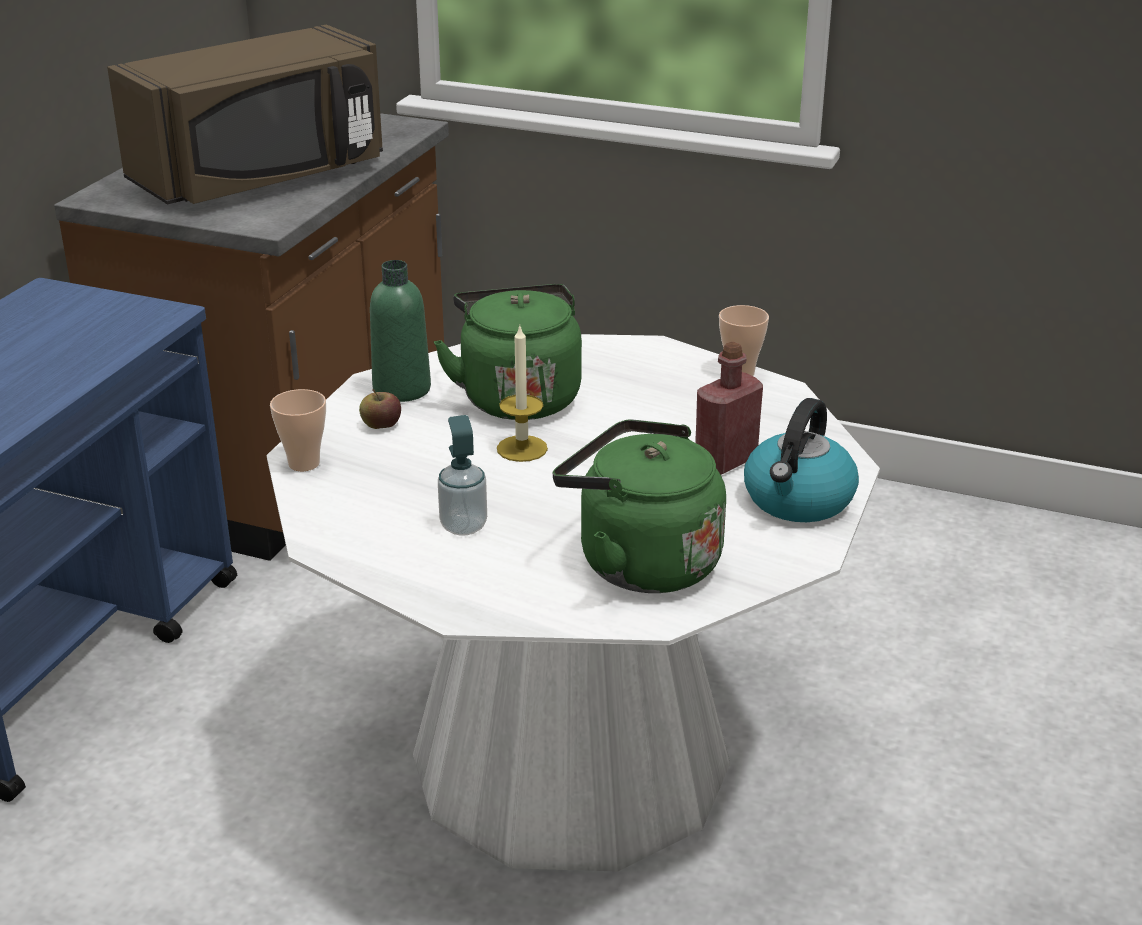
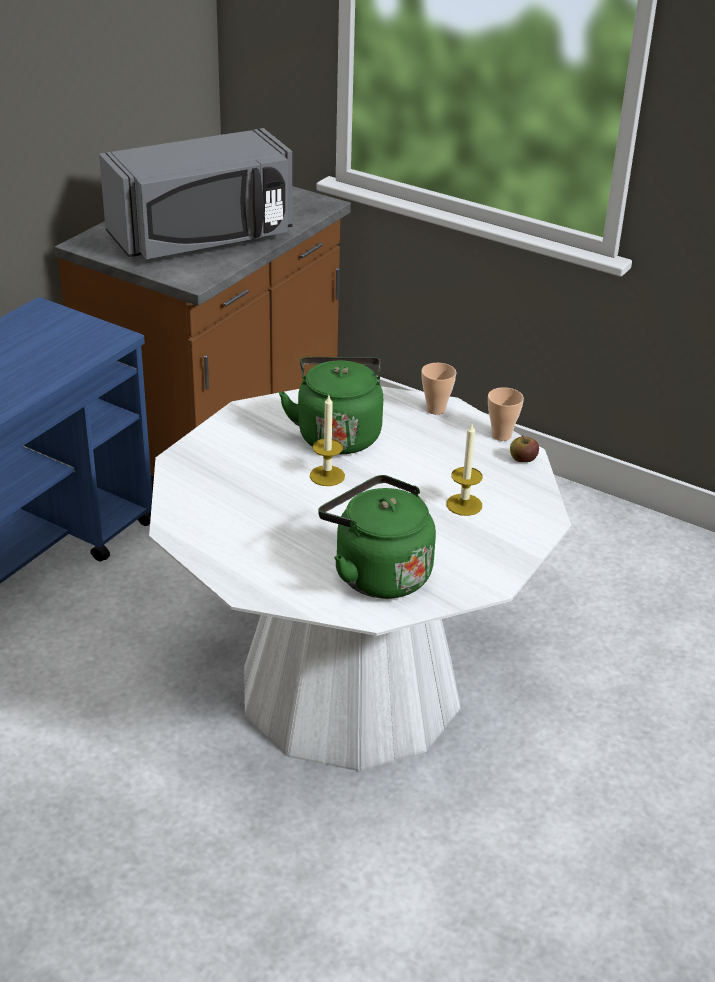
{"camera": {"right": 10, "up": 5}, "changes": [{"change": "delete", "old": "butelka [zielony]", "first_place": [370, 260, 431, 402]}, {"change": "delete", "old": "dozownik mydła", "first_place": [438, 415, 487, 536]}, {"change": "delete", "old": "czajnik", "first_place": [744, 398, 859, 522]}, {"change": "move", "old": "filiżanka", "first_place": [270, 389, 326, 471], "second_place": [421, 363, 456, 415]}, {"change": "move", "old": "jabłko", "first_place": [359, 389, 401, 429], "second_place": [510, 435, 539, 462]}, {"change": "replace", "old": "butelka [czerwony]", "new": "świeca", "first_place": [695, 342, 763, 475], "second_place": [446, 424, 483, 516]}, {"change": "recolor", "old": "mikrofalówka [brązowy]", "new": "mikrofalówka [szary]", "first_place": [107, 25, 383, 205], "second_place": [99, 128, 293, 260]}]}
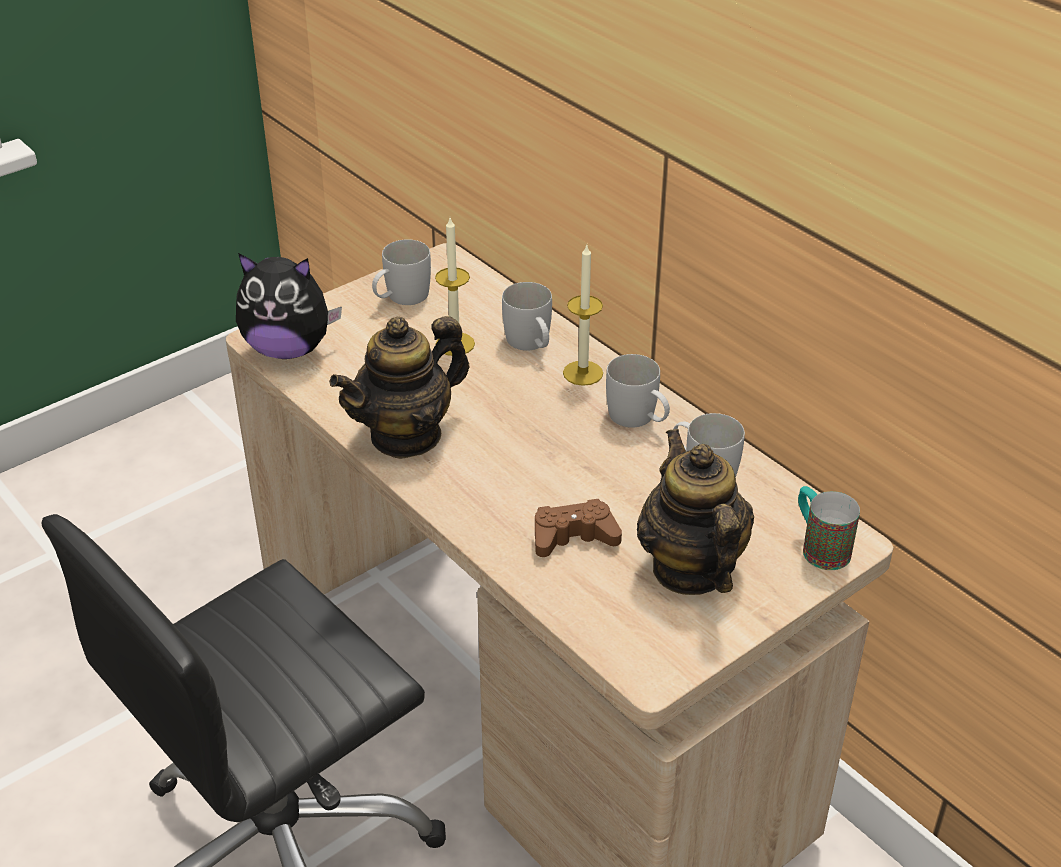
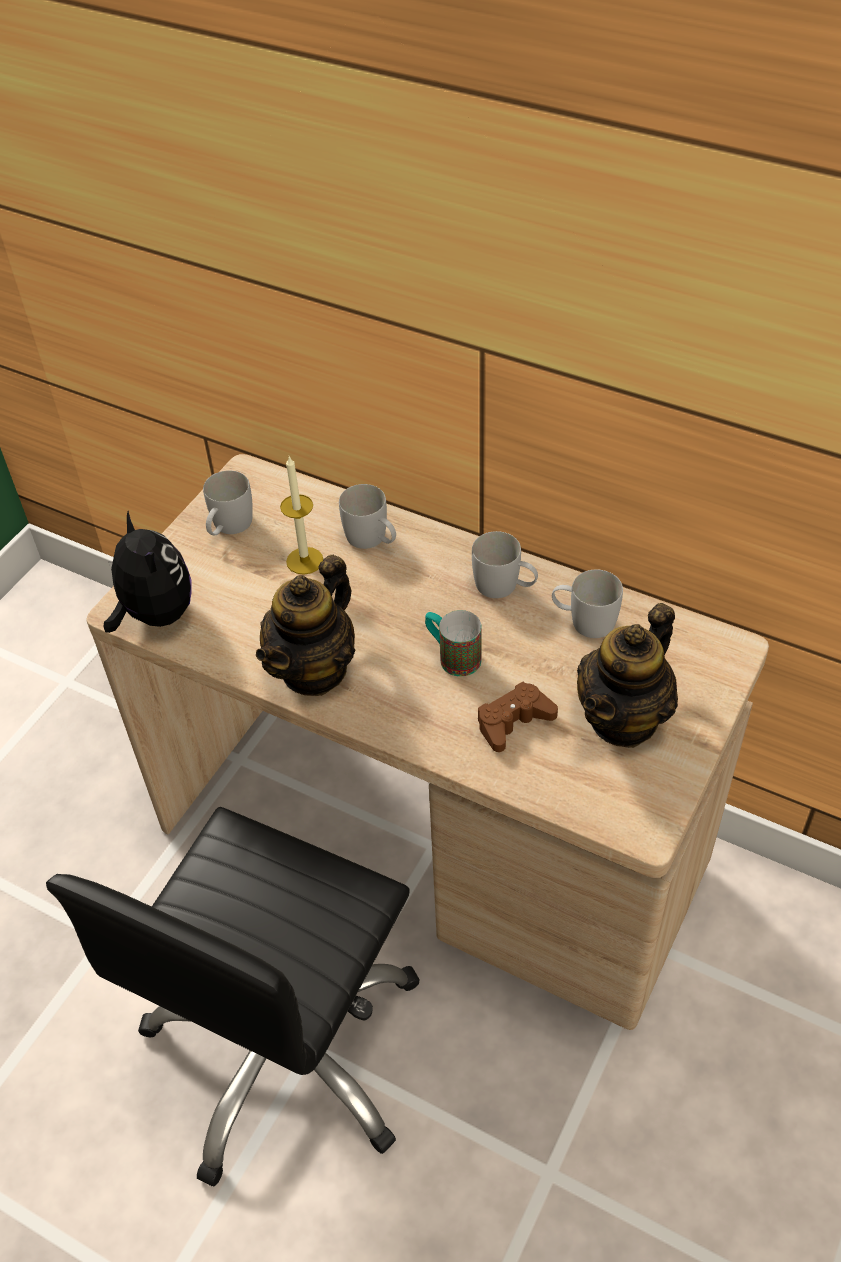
{"camera": {"right": -20, "up": 10}, "changes": [{"change": "delete", "old": "świeca", "first_place": [563, 245, 603, 386]}, {"change": "move", "old": "kubek", "first_place": [798, 486, 860, 570], "second_place": [425, 610, 482, 677]}, {"change": "rotate", "old": "pluszak", "first_place": [236, 253, 342, 359], "second_place": [104, 511, 192, 633], "degrees": -105}, {"change": "rotate", "old": "imbryk", "first_place": [637, 429, 754, 595], "second_place": [577, 603, 678, 748], "degrees": -105}]}
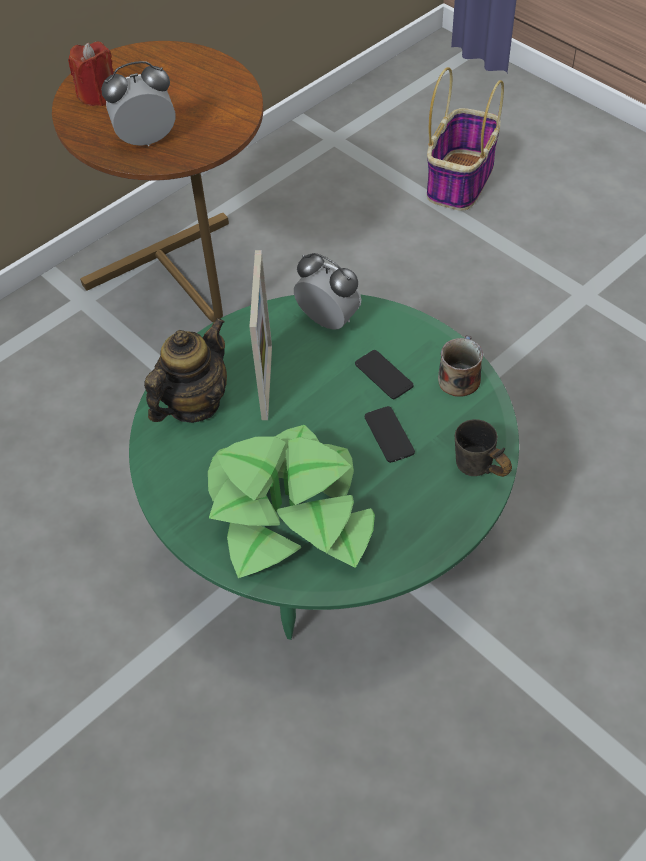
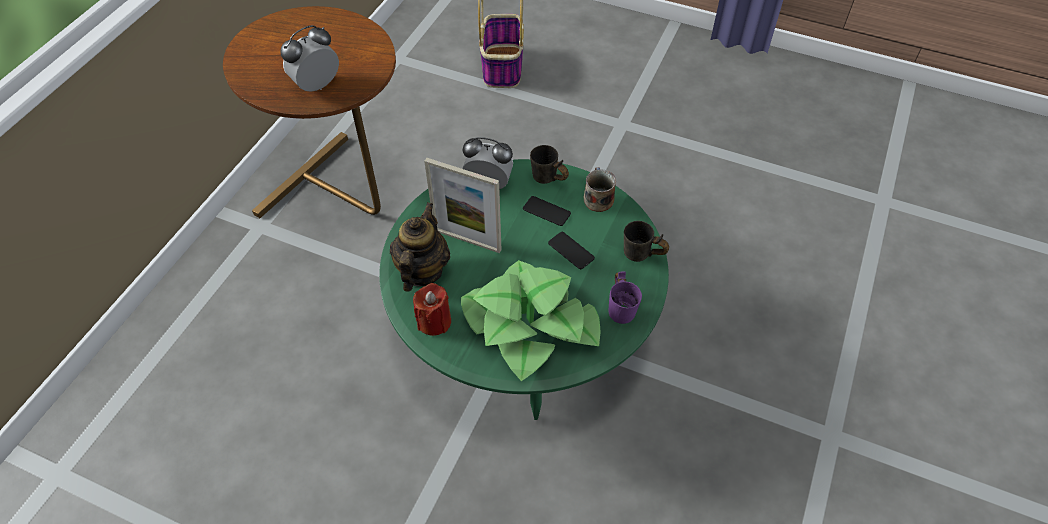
{"camera": {"right": -25, "up": 0}, "changes": [{"change": "insert", "new": "kubek [szary]", "second_place": [530, 145, 569, 184]}, {"change": "insert", "new": "kubek [fioletowy]", "second_place": [609, 272, 642, 324]}, {"change": "move", "old": "świeca [czerwony]", "first_place": [68, 41, 114, 106], "second_place": [413, 283, 451, 336]}, {"change": "rotate", "old": "ramka na zdjęcie", "first_place": [249, 250, 272, 420], "second_place": [424, 158, 502, 253], "degrees": 135}]}
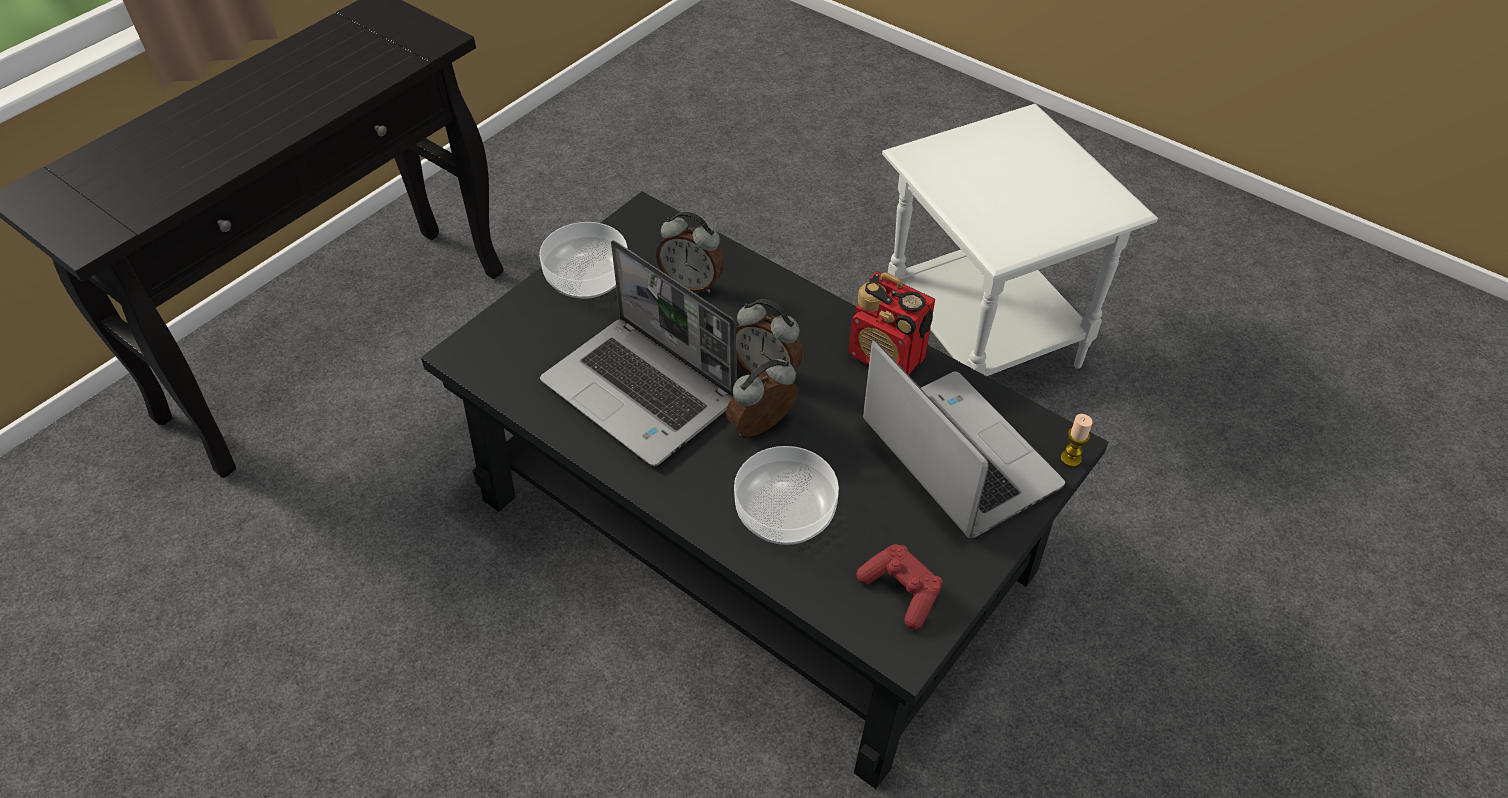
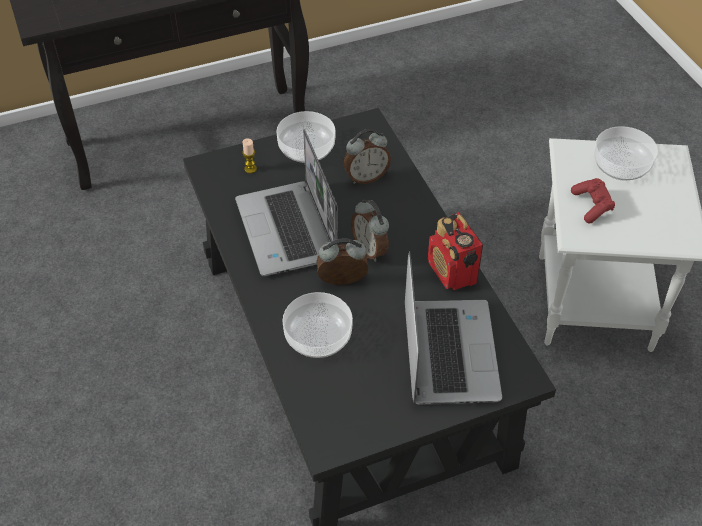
{"camera": {"right": 30, "up": 0}, "changes": [{"change": "insert", "new": "miska", "second_place": [594, 126, 658, 181]}, {"change": "move", "old": "pad do gier [czerwony]", "first_place": [856, 544, 943, 630], "second_place": [571, 178, 615, 223]}, {"change": "move", "old": "świeca", "first_place": [1061, 414, 1093, 467], "second_place": [242, 138, 257, 173]}, {"change": "rotate", "old": "budzik", "first_place": [656, 212, 724, 293], "second_place": [344, 129, 391, 184], "degrees": -75}]}
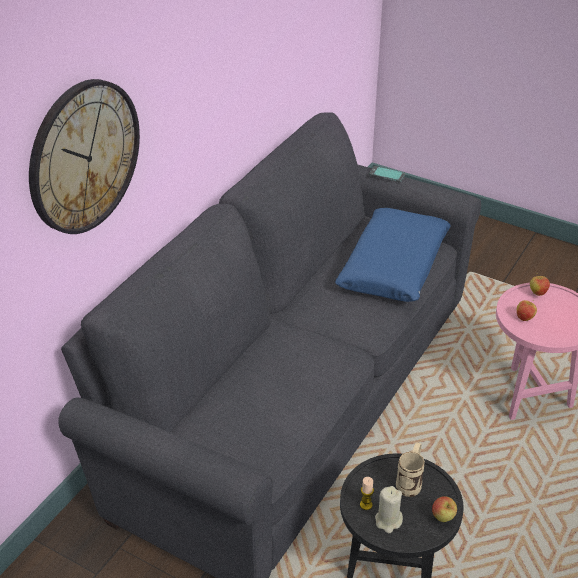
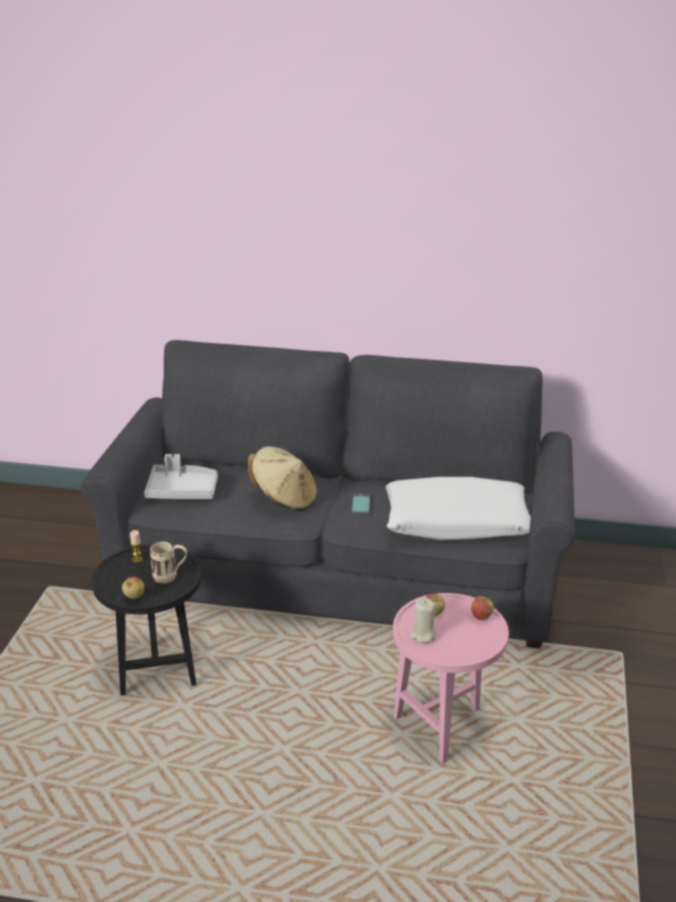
{"camera": {"right": 70, "up": -10}, "changes": [{"change": "delete", "old": "zegar ścienny", "first_place": [29, 79, 140, 234]}, {"change": "insert", "new": "taca [szary]", "second_place": [144, 454, 218, 499]}, {"change": "insert", "new": "kapelusz [beżowy]", "second_place": [248, 446, 317, 511]}, {"change": "move", "old": "telefon", "first_place": [369, 166, 405, 183], "second_place": [351, 494, 370, 516]}, {"change": "move", "old": "świeca [beżowy]", "first_place": [375, 486, 403, 533], "second_place": [410, 597, 437, 643]}, {"change": "recolor", "old": "poduszka [niebieski]", "new": "poduszka [biały]", "first_place": [335, 208, 451, 302], "second_place": [386, 477, 531, 540]}]}
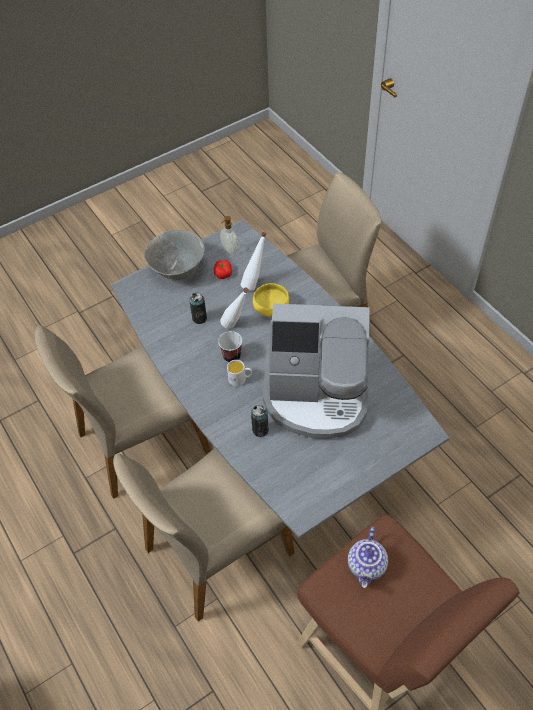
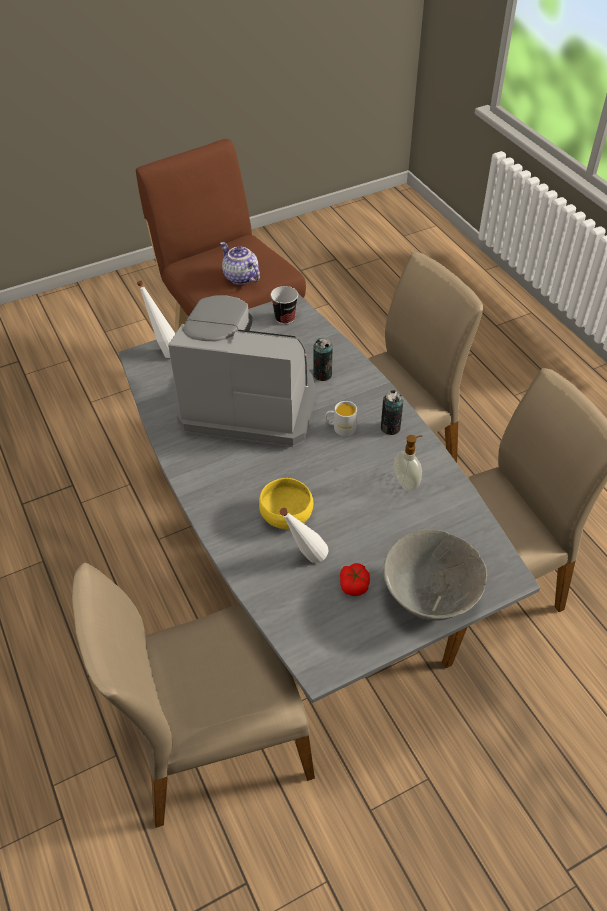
{"camera": {"right": -175, "up": -5}, "changes": [{"change": "move", "old": "puszka", "first_place": [189, 293, 207, 324], "second_place": [381, 390, 403, 435]}, {"change": "move", "old": "filiżanka", "first_place": [218, 331, 242, 363], "second_place": [271, 286, 298, 325]}, {"change": "move", "old": "dozownik mydła", "first_place": [220, 216, 239, 254], "second_place": [393, 435, 422, 491]}, {"change": "move", "old": "butelka [biały]", "first_place": [220, 288, 249, 329], "second_place": [137, 280, 175, 358]}, {"change": "rotate", "old": "imbryk", "first_place": [348, 527, 388, 588], "second_place": [220, 242, 260, 285], "degrees": -60}]}
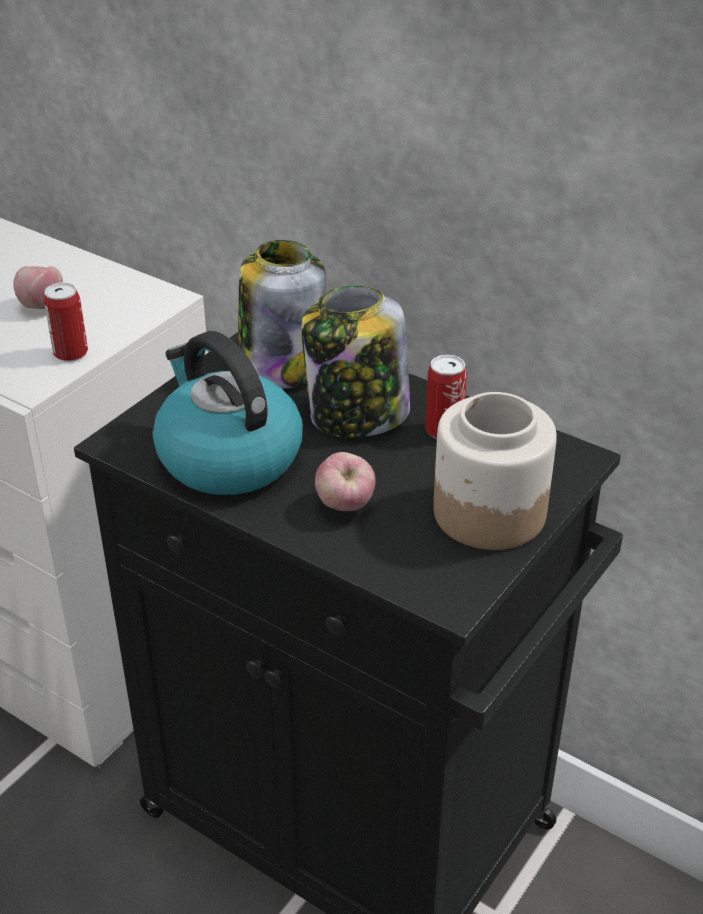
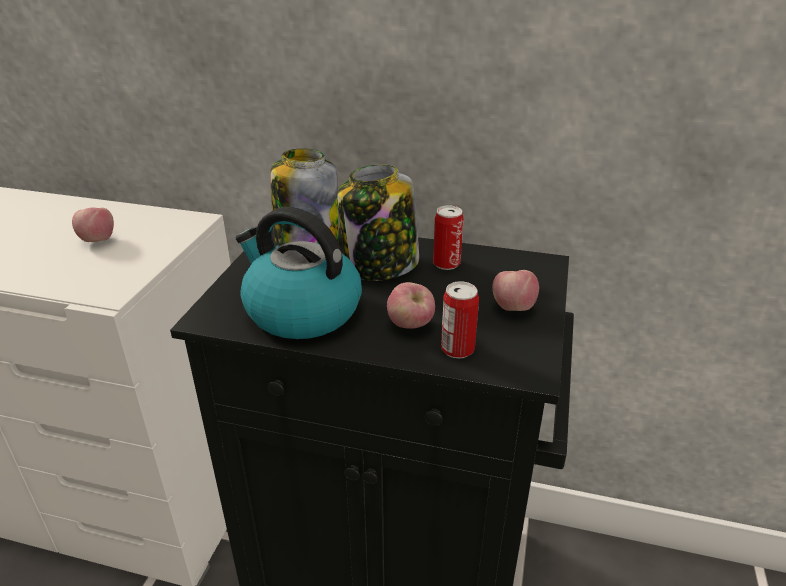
{"camera": {"right": -20, "up": -5}, "changes": [{"change": "move", "old": "puszka", "first_place": [44, 282, 88, 362], "second_place": [441, 281, 479, 358]}, {"change": "replace", "old": "słoik", "new": "jabłko", "first_place": [433, 392, 557, 550], "second_place": [492, 270, 539, 311]}]}
